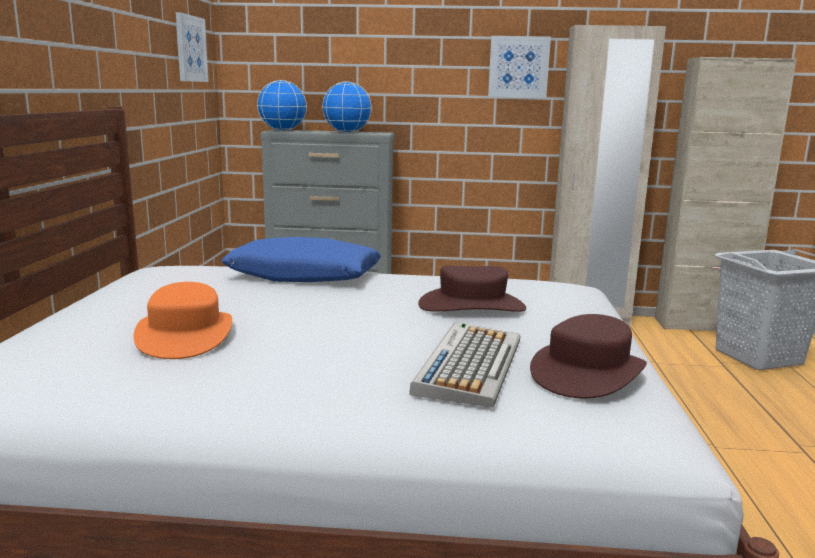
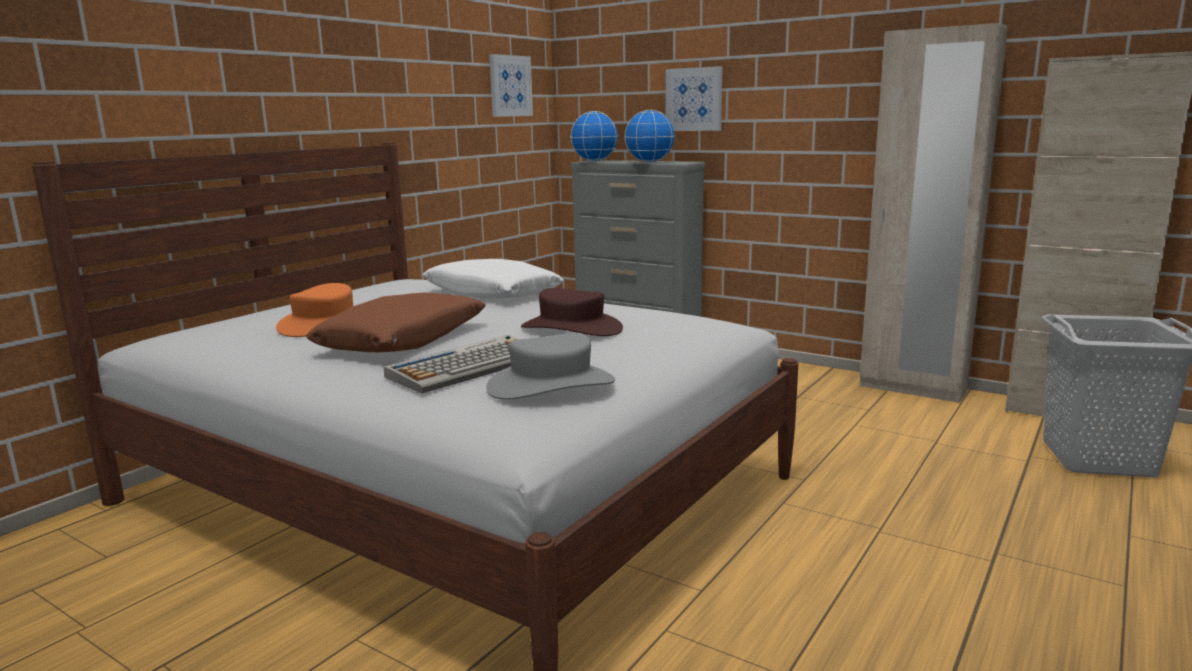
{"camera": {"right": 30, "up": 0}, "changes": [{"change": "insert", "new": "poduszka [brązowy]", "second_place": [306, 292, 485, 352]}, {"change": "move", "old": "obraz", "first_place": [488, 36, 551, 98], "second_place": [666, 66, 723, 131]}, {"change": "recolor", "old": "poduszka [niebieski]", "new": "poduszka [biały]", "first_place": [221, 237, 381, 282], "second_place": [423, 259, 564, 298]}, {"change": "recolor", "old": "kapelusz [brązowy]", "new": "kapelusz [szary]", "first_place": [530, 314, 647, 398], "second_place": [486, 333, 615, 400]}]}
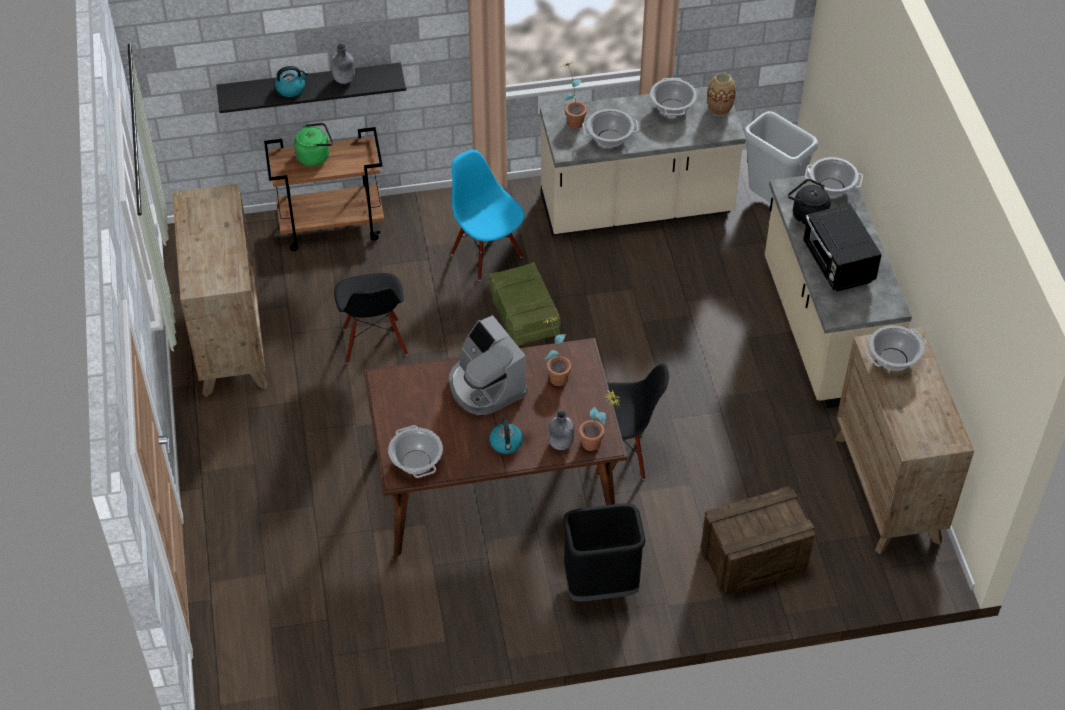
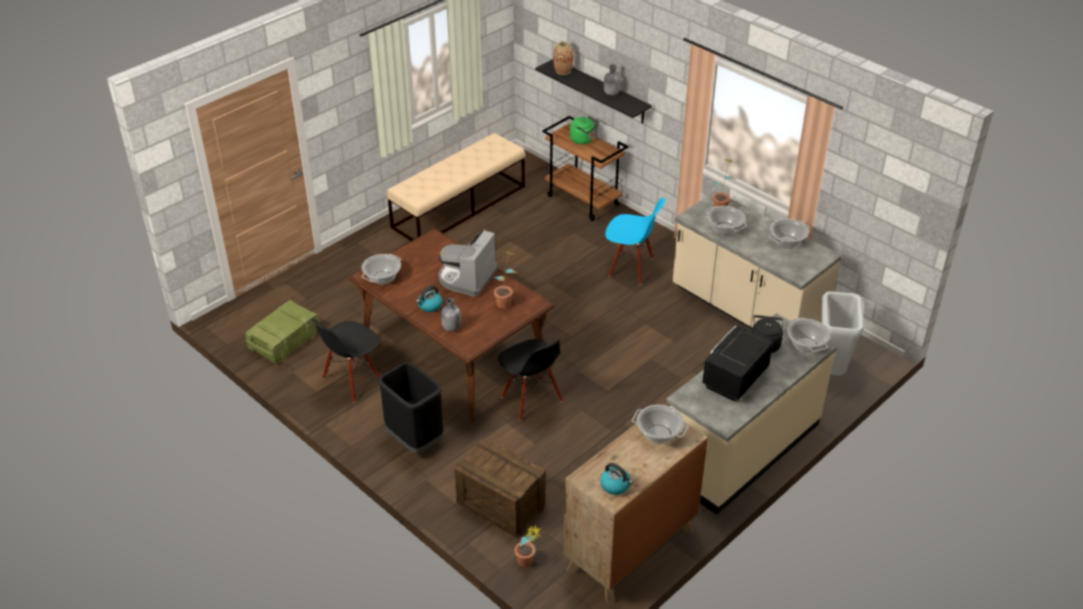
{"camera": {"right": 55, "up": -10}, "changes": [{"change": "move", "old": "czajnik", "first_place": [275, 66, 308, 97], "second_place": [600, 463, 633, 495]}, {"change": "move", "old": "krzesło [czarny]", "first_place": [334, 273, 408, 364], "second_place": [311, 318, 380, 403]}, {"change": "move", "old": "skrzynka", "first_place": [489, 262, 561, 346], "second_place": [245, 300, 319, 364]}, {"change": "move", "old": "roślina doniczkowa", "first_place": [579, 390, 621, 451], "second_place": [514, 524, 542, 568]}, {"change": "move", "old": "wazon", "first_place": [707, 72, 736, 116], "second_place": [553, 41, 574, 75]}, {"change": "replace", "old": "komoda [brązowy]", "new": "ławka [beżowy]", "first_place": [172, 183, 268, 397], "second_place": [387, 133, 525, 241]}, {"change": "rotate", "old": "krzesło [niebieski]", "first_place": [451, 150, 525, 281], "second_place": [605, 198, 665, 285], "degrees": 90}]}
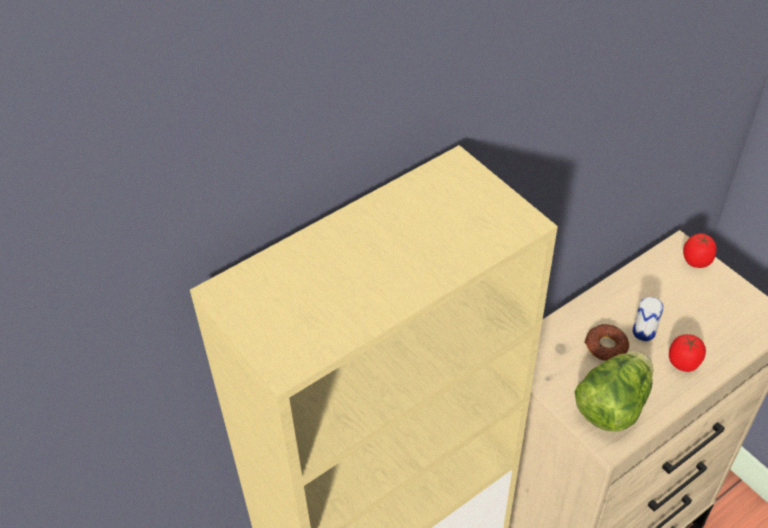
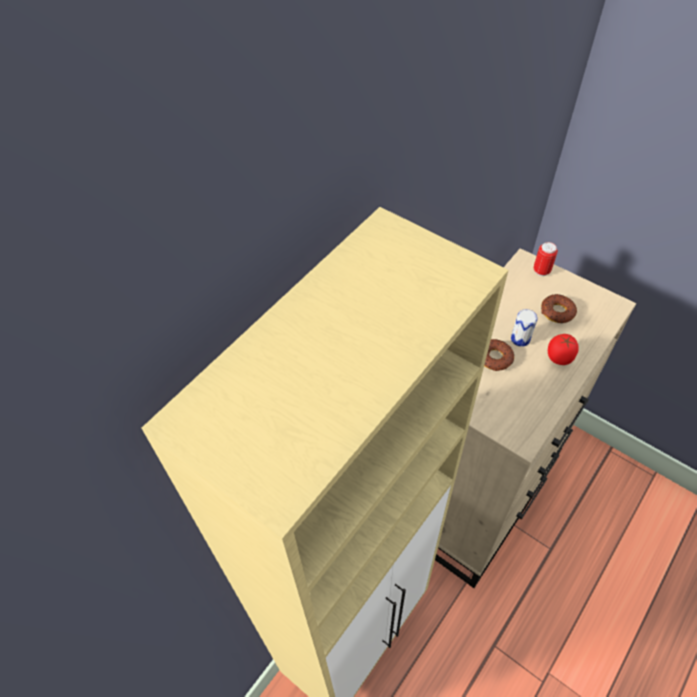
{"camera": {"right": -15, "up": 5}, "changes": [{"change": "delete", "old": "sałata", "first_place": [575, 351, 653, 431]}, {"change": "insert", "new": "donut", "second_place": [541, 294, 577, 323]}, {"change": "replace", "old": "pomidor", "new": "puszka", "first_place": [683, 233, 717, 268], "second_place": [534, 242, 558, 276]}]}
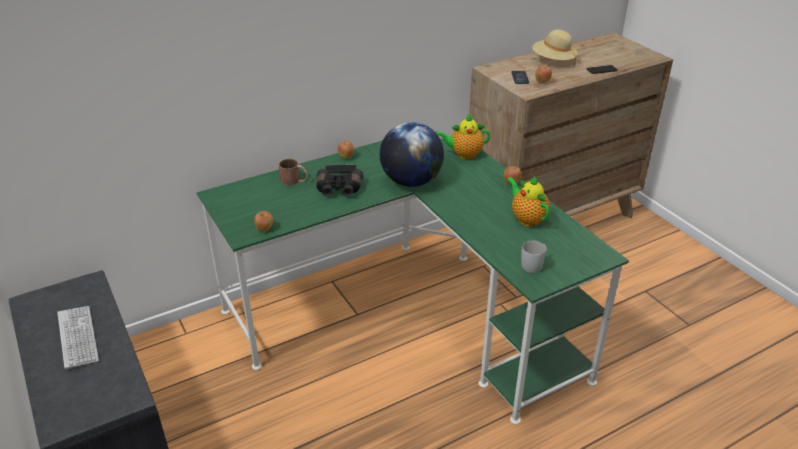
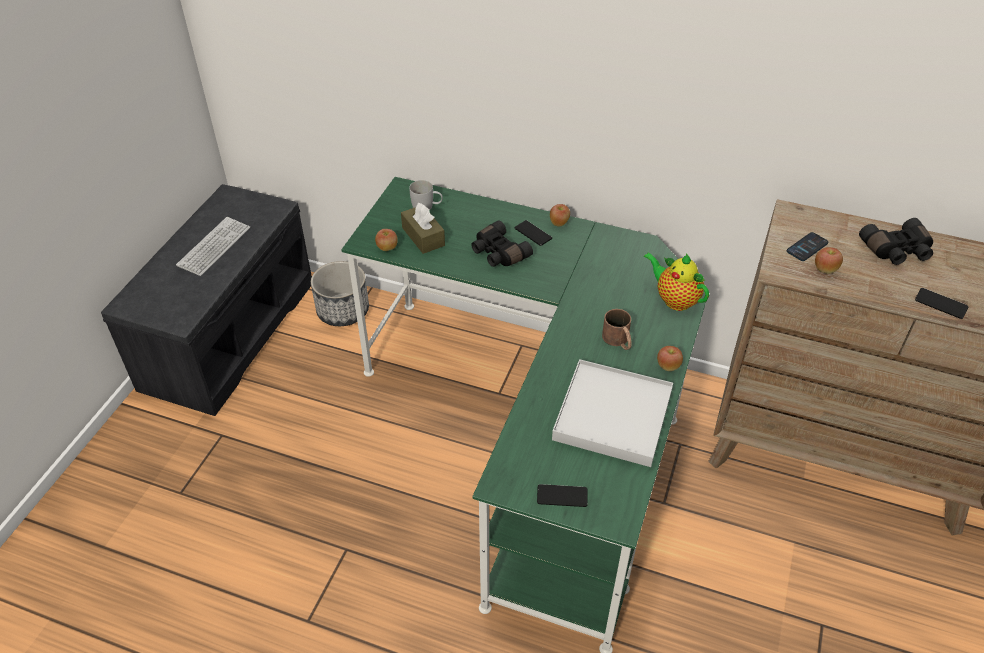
{"camera": {"right": 50, "up": 10}, "changes": [{"change": "delete", "old": "globus", "first_place": [380, 122, 444, 187]}, {"change": "insert", "new": "donica", "second_place": [311, 261, 369, 326]}, {"change": "insert", "new": "pudełko chusteczek [brązowy]", "second_place": [401, 203, 445, 254]}, {"change": "insert", "new": "telefon", "second_place": [537, 484, 588, 507]}, {"change": "move", "old": "kubek [brązowy]", "first_place": [279, 159, 308, 186], "second_place": [602, 309, 632, 350]}, {"change": "move", "old": "kubek [biały]", "first_place": [521, 241, 547, 273], "second_place": [410, 180, 443, 210]}, {"change": "replace", "old": "imbryk", "new": "taca [biały]", "first_place": [506, 176, 550, 227], "second_place": [552, 359, 673, 467]}, {"change": "replace", "old": "kapelusz [beżowy]", "new": "lornetka [czarny]", "first_place": [532, 29, 578, 66], "second_place": [859, 218, 933, 265]}]}
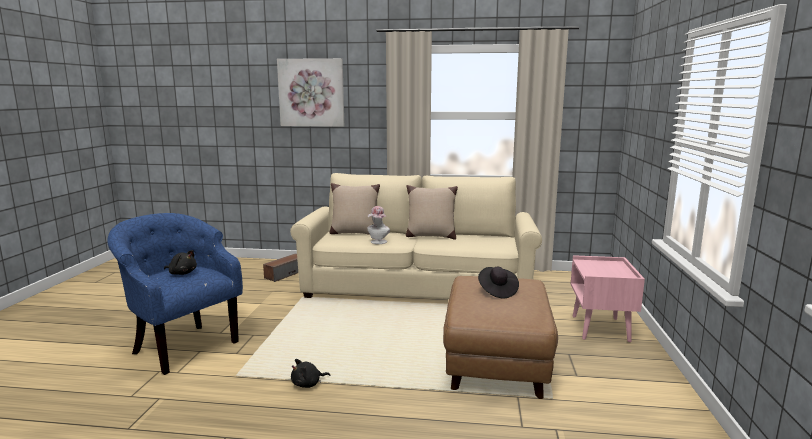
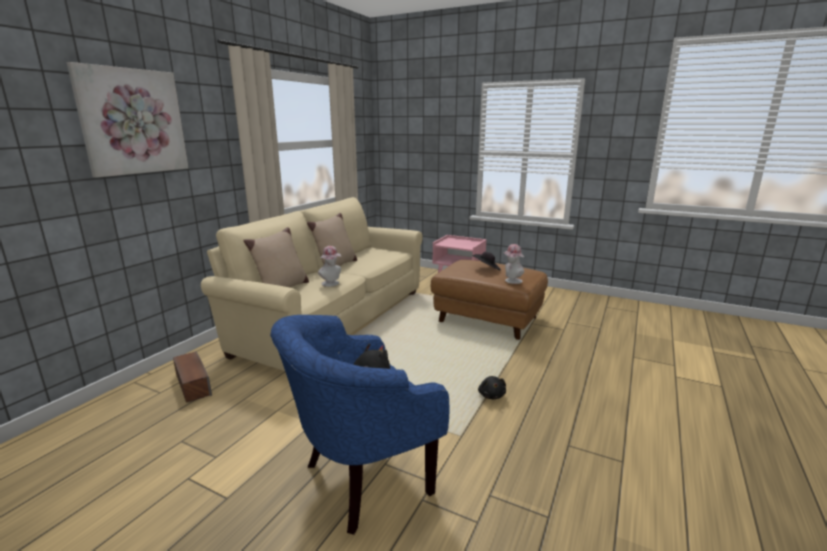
{"camera": {"right": -70, "up": 5}, "changes": [{"change": "insert", "new": "kapelusz", "second_place": [502, 244, 524, 284]}]}
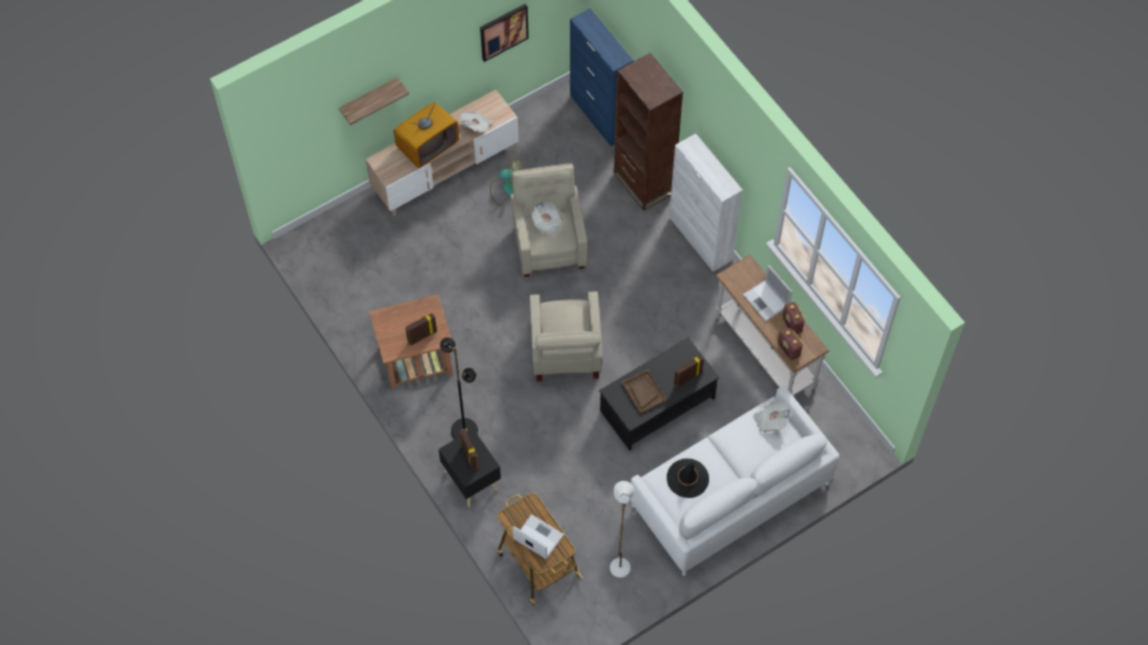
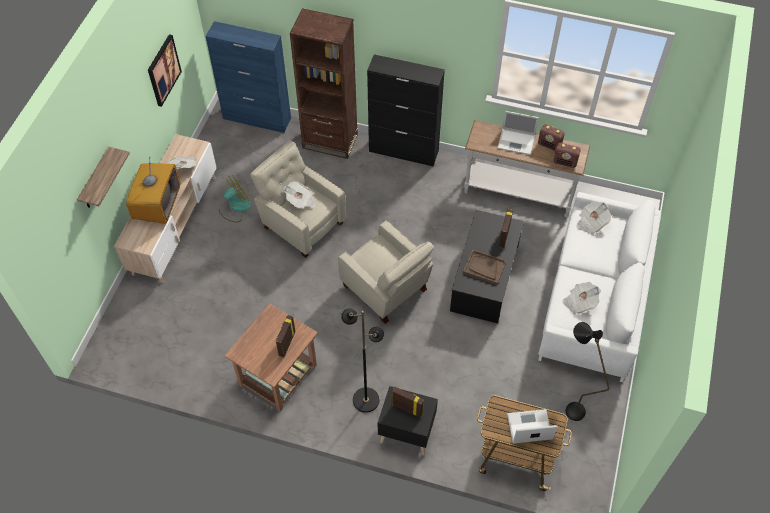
{"camera": {"right": -40, "up": -5}, "changes": [{"change": "replace", "old": "kapelusz [czarny]", "new": "gazeta", "first_place": [667, 459, 709, 498], "second_place": [563, 282, 601, 315]}, {"change": "recolor", "old": "lampa stojąca [biały]", "new": "lampa stojąca [czarny]", "first_place": [610, 481, 634, 578], "second_place": [566, 322, 609, 421]}, {"change": "recolor", "old": "szafka [biały]", "new": "szafka [czarny]", "first_place": [669, 133, 743, 272], "second_place": [367, 54, 445, 166]}]}
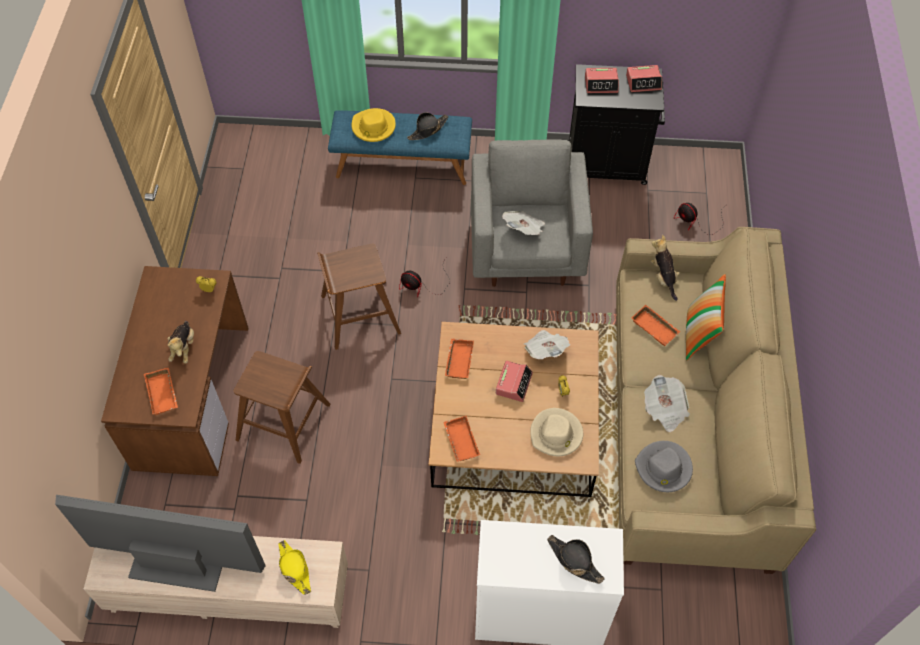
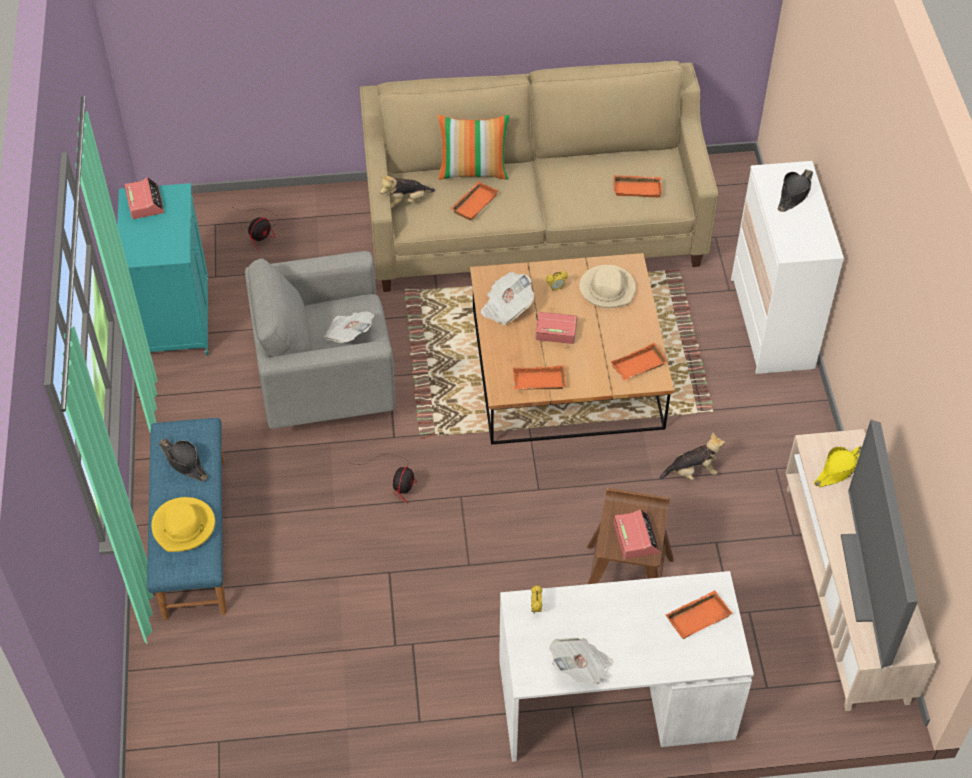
{"camera": {"right": -100, "up": -5}, "changes": [{"change": "delete", "old": "stołek [brązowy]", "first_place": [317, 244, 401, 350]}, {"change": "move", "old": "pluszak", "first_place": [168, 321, 194, 364], "second_place": [659, 432, 725, 480]}, {"change": "move", "old": "budzik", "first_place": [585, 68, 619, 93], "second_place": [614, 509, 660, 559]}, {"change": "move", "old": "gazeta", "first_place": [644, 375, 690, 432], "second_place": [549, 638, 613, 684]}, {"change": "replace", "old": "kapelusz [szary]", "new": "taca [pomarańczowy]", "first_place": [635, 441, 693, 492], "second_place": [613, 175, 662, 198]}, {"change": "recolor", "old": "biurko [brązowy]", "new": "biurko [biały]", "first_place": [101, 266, 248, 476], "second_place": [499, 571, 754, 762]}, {"change": "recolor", "old": "szafka [czarny]", "new": "szafka [turkusowy]", "first_place": [568, 64, 665, 185], "second_place": [117, 183, 209, 355]}]}
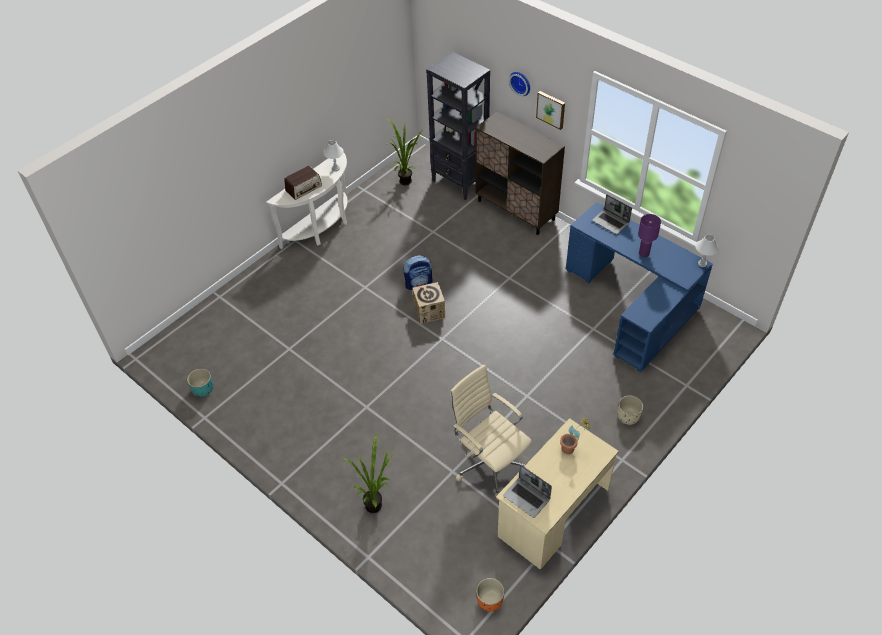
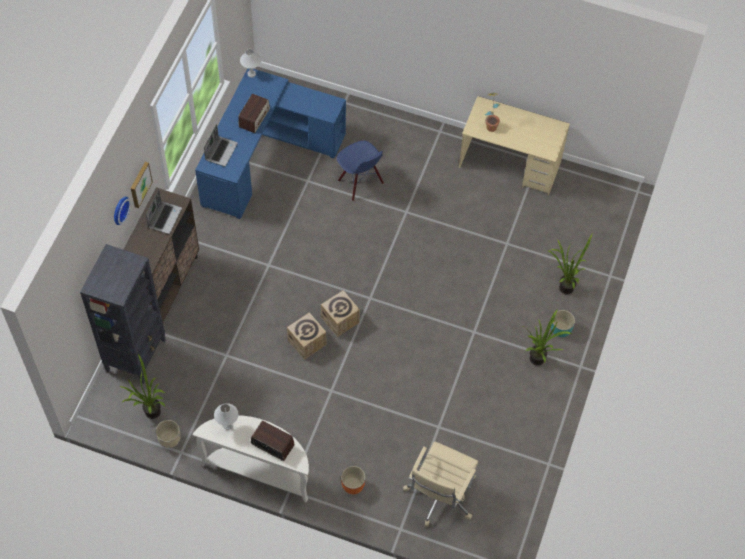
{"camera": {"right": -115, "up": 10}, "changes": [{"change": "insert", "new": "krzesło [niebieski]", "second_place": [337, 141, 384, 201]}, {"change": "insert", "new": "roślina doniczkowa", "second_place": [522, 309, 572, 366]}, {"change": "move", "old": "donica [turkusowy]", "first_place": [187, 369, 213, 397], "second_place": [551, 310, 575, 337]}, {"change": "move", "old": "krzesło biurowe [beżowy]", "first_place": [450, 364, 532, 500], "second_place": [403, 441, 478, 527]}, {"change": "move", "old": "donica [pomarańczowy]", "first_place": [476, 578, 504, 612], "second_place": [341, 466, 366, 494]}, {"change": "move", "old": "laptop", "first_place": [503, 464, 552, 518], "second_place": [146, 190, 182, 234]}, {"change": "move", "old": "donica [beżowy]", "first_place": [618, 395, 643, 425], "second_place": [155, 420, 180, 448]}, {"change": "replace", "old": "plecak", "new": "karton", "first_place": [403, 255, 433, 290], "second_place": [287, 312, 327, 360]}, {"change": "replace", "old": "lampa stołowa [fioletowy]", "new": "radio", "first_place": [638, 214, 661, 257], "second_place": [238, 94, 270, 133]}]}
